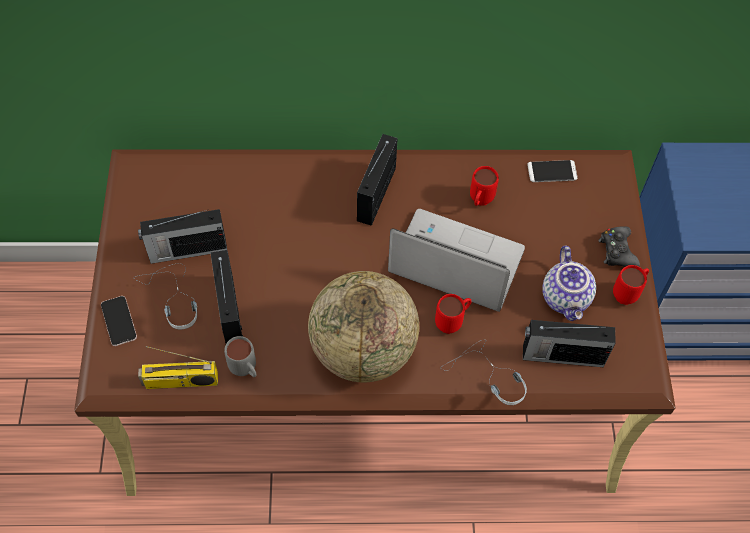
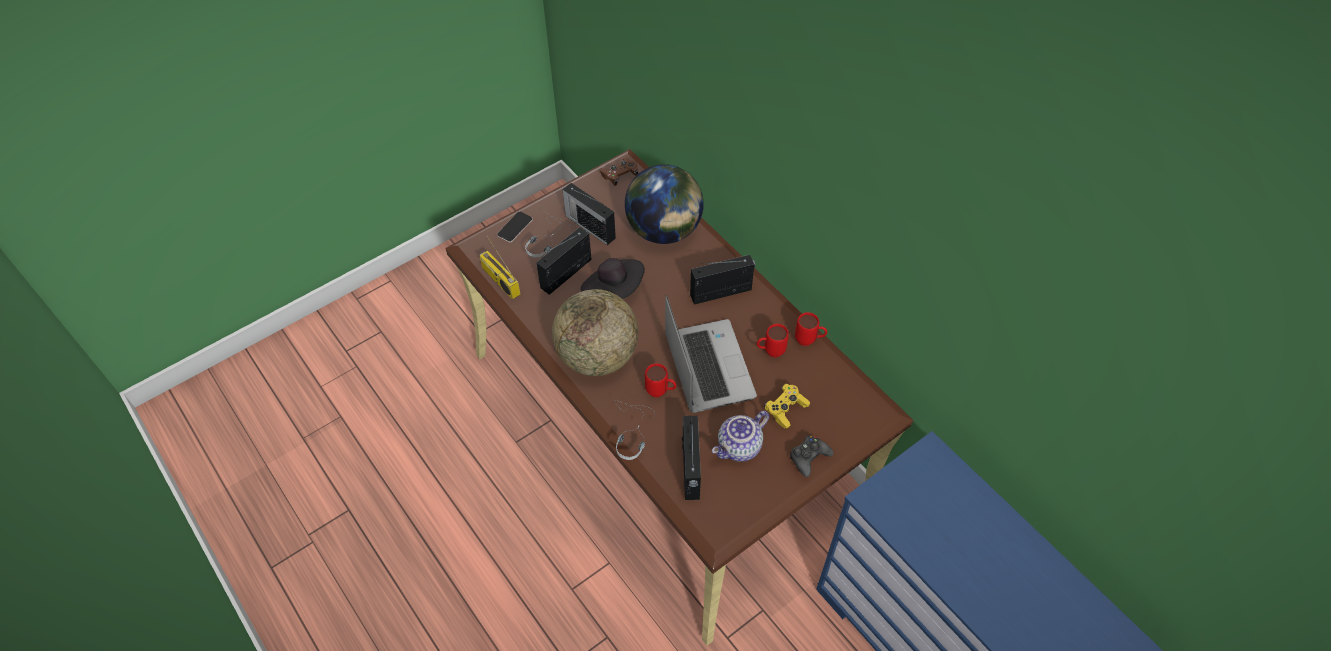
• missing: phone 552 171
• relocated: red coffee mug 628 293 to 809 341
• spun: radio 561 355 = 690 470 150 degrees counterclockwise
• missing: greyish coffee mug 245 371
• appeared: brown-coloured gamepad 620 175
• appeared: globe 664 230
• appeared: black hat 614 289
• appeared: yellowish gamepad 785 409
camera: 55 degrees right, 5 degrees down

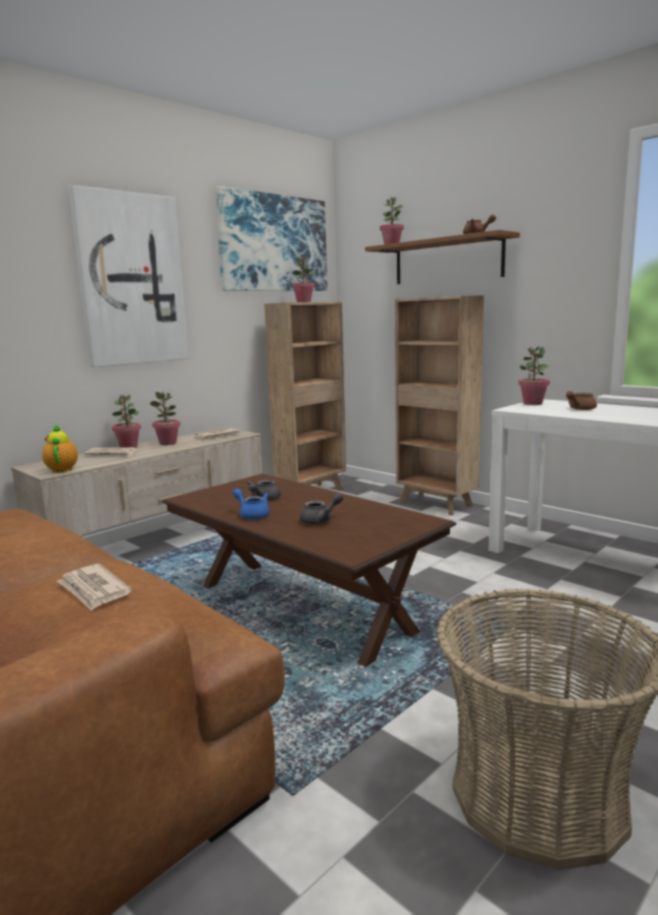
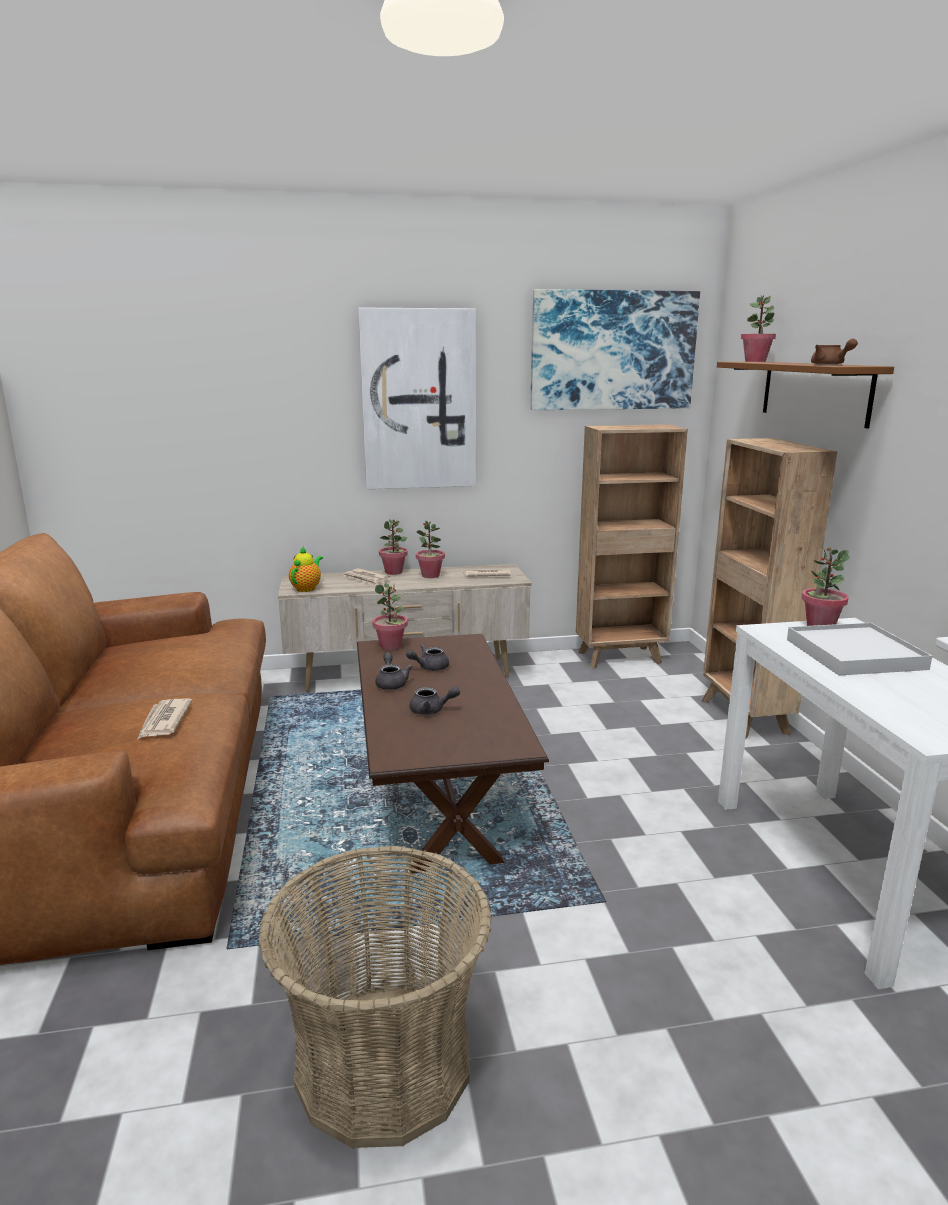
• relocated: houseplant 304 302 to 391 646
• exchanged: brown-coloured tea pot 579 409 to white-coloured serving tray 854 654
• colour: blue tea pot 252 514 to greyish tea pot 391 683
camera: 35 degrees right, 5 degrees up

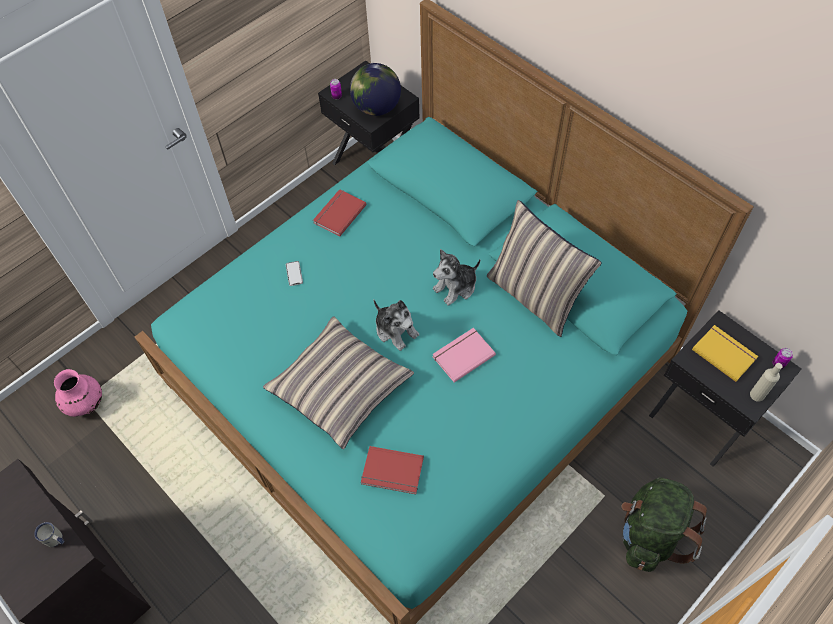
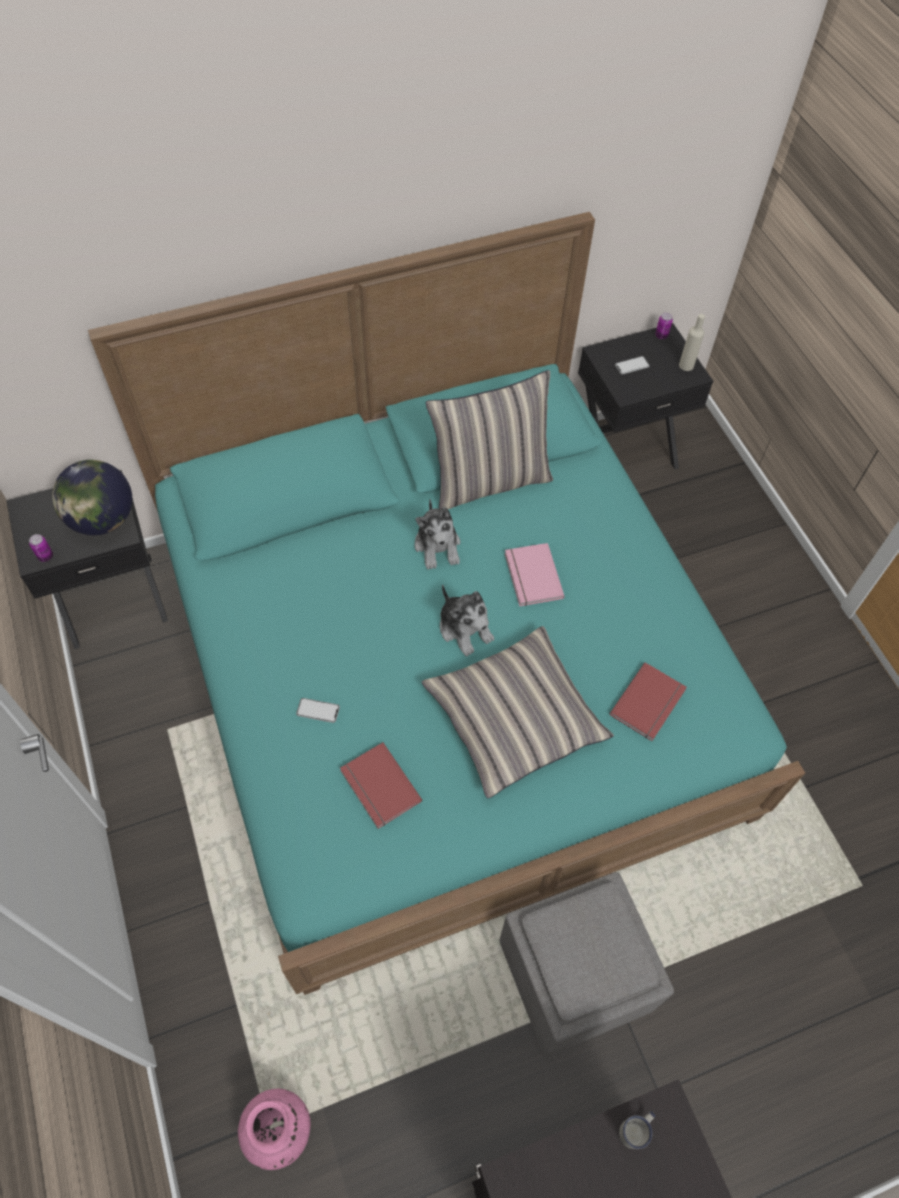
• relocated: red volume 338 213 to 378 787
• spun: plush toy 396 330 = 465 628 75 degrees clockwise
• exchanged: yellowish volume 724 353 to phone 632 366
• missing: greenish rucksack 650 534
• appeared: greyish ottoman 574 973
camera: 70 degrees left, 0 degrees up

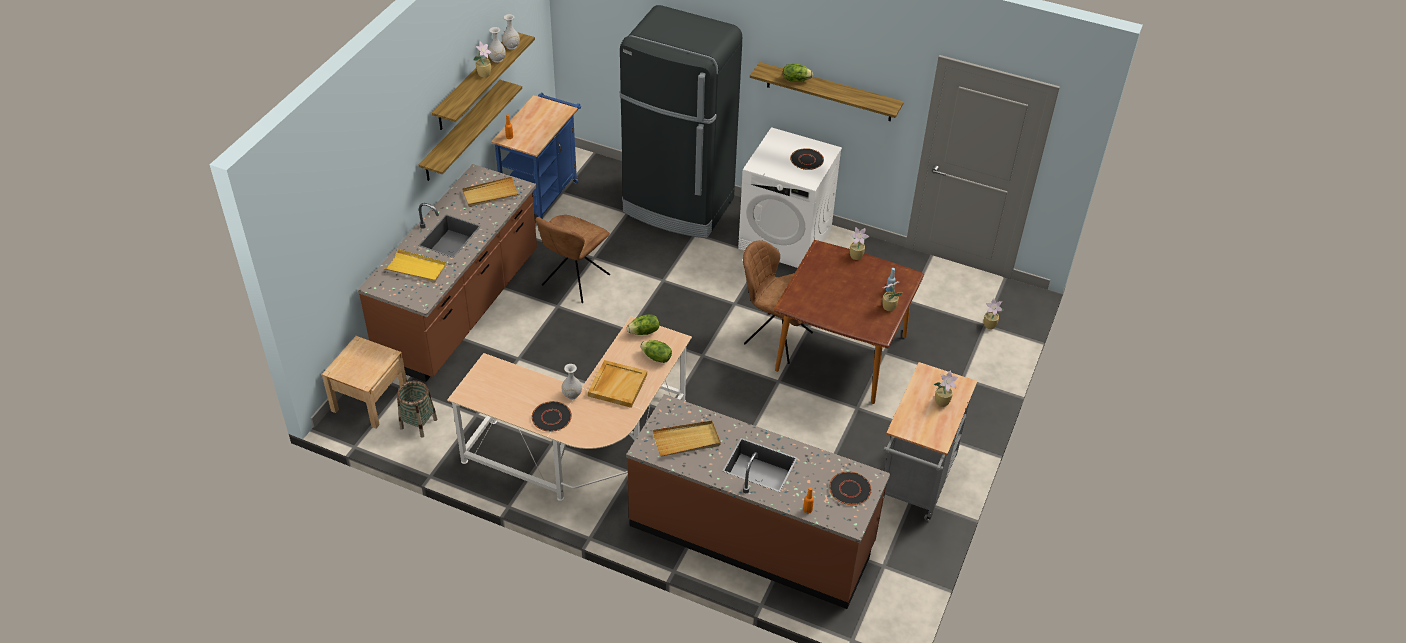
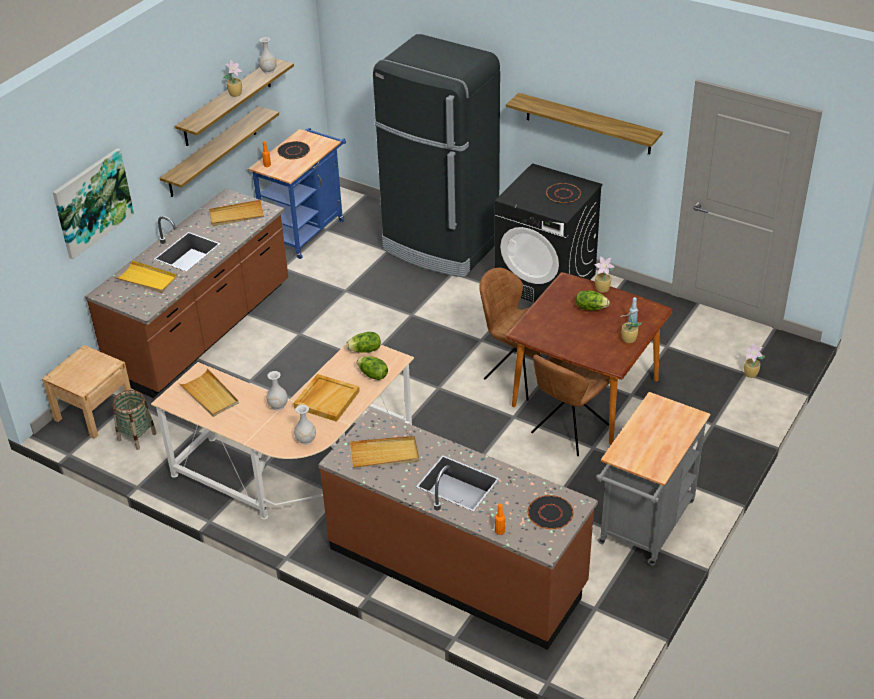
• relocated: white-coloured flower vase 497 59 to 305 440
• relocated: lettuce 795 80 to 590 307
• colour: white-coloured laundry machine 785 239 to black laundry machine 546 281
• relocated: brown-coloured plain chair 574 281 to 568 430
• missing: houseplant 942 402
• relocated: black flat dish 551 417 to 293 151
• appeared: picture 92 202
• appeared: sand-coloured serving tray 209 395
camera: 10 degrees right, 5 degrees down

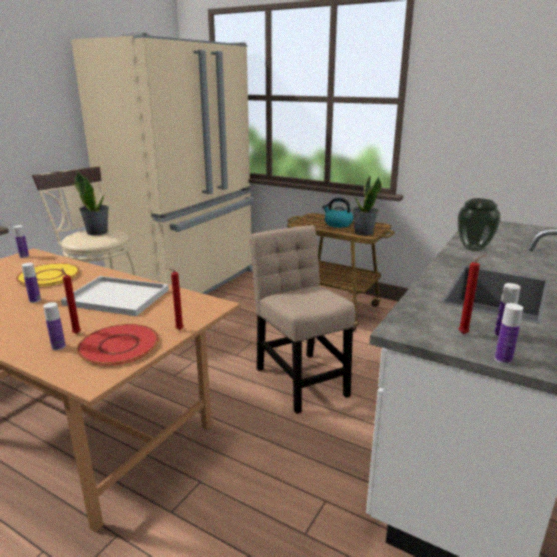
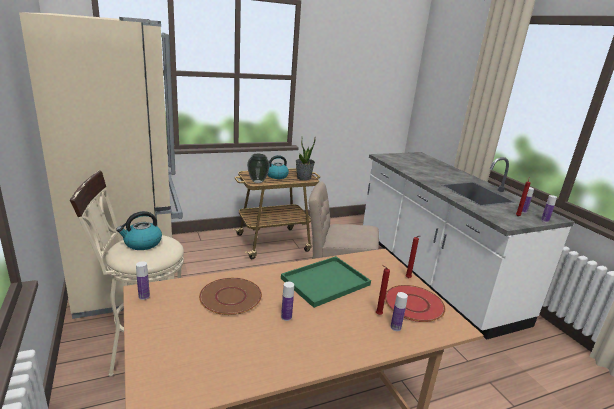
• exchanged: houseplant 97 232 to water kettle 142 243
• relocated: flower vase 472 248 to 257 182
• colour: yellowish flat dish 49 276 to brown-coloured flat dish 230 297
• colour: white-coloured serving tray 115 297 to greenish serving tray 324 282
camera: 55 degrees left, 0 degrees up

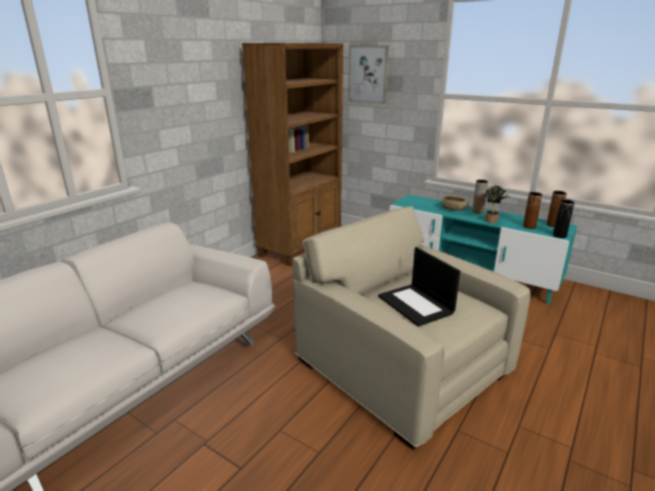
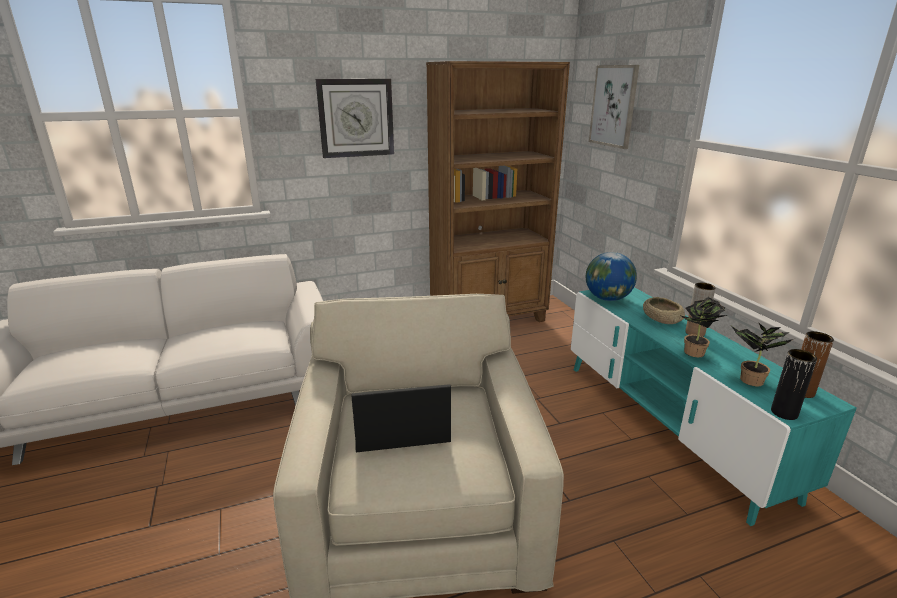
• exchanged: brown-coloured flower vase 529 226 to houseplant 748 381
• spun: notebook computer 416 305 = 400 429 75 degrees clockwise
• appeared: clock on the wall 356 118
• appeared: globe 607 299
camera: 35 degrees right, 0 degrees up

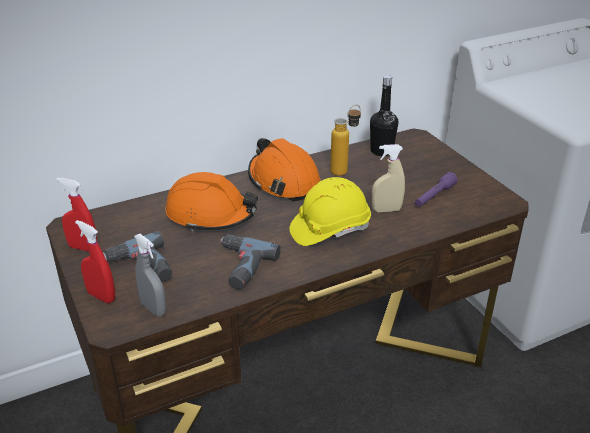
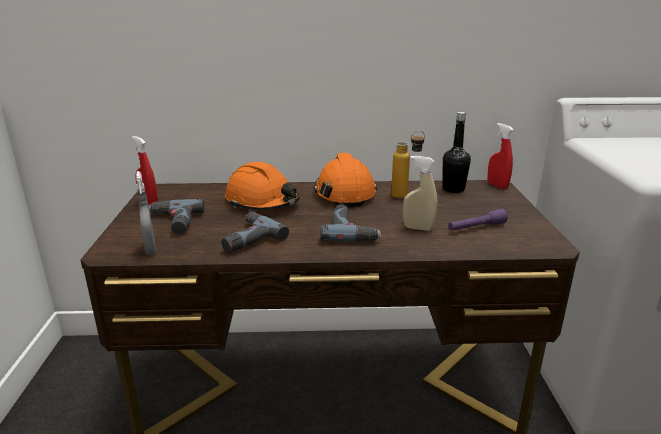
• exchanged: yellowish safety helmet 329 229 to power drill 351 230
• relocated: red hand sprayer 101 296 to 497 186
camera: 25 degrees right, 10 degrees down

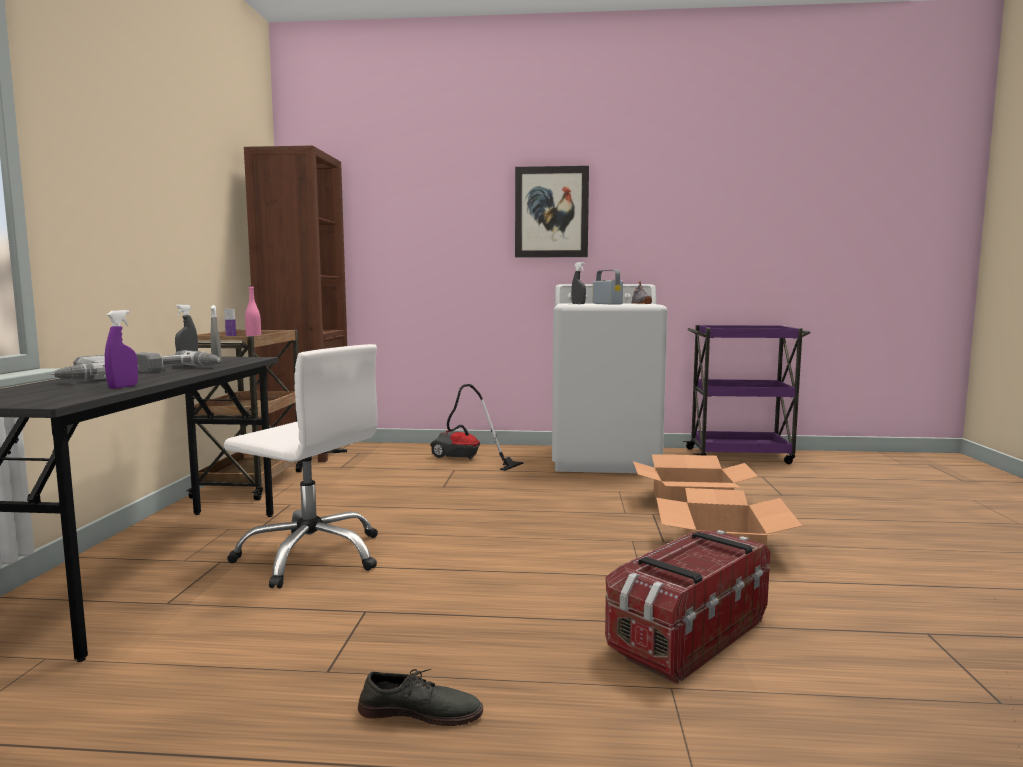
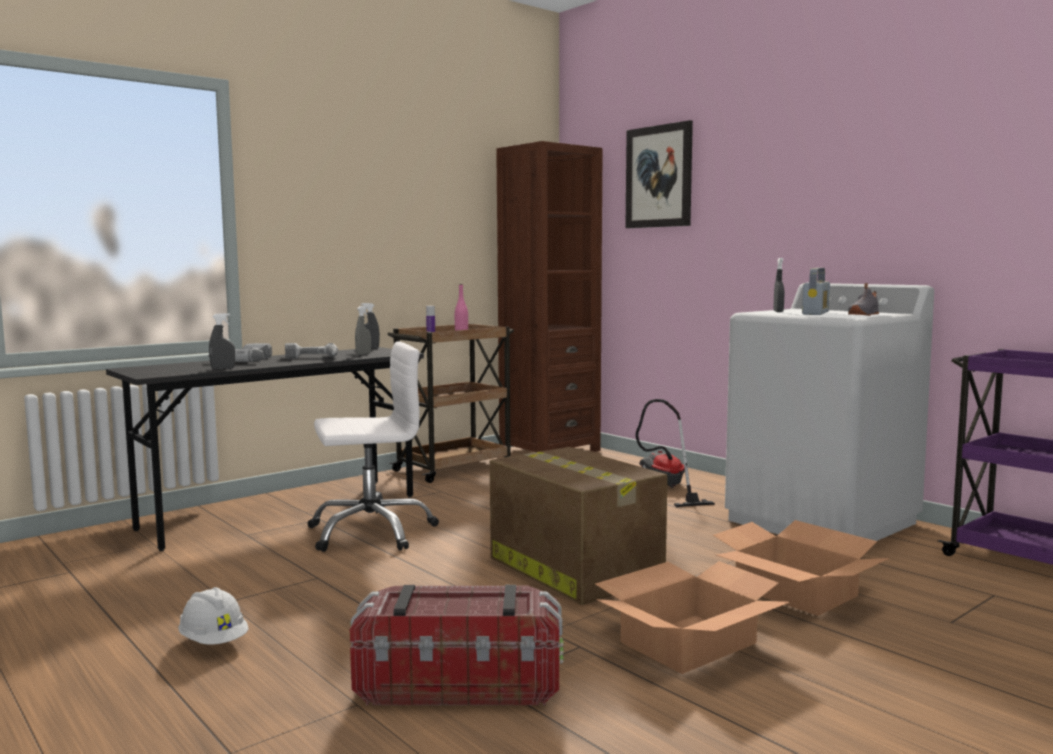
• relocated: picture 551 212 to 659 176
• colour: purplish hand sprayer 123 387 to greyish hand sprayer 223 369
• spun: white-coloured office chair 311 555 = 371 532 90 degrees counterclockwise
• exchanged: greyish shoe 420 711 to white-coloured safety helmet 214 642
• appeared: carton 573 568
camera: 45 degrees right, 0 degrees up

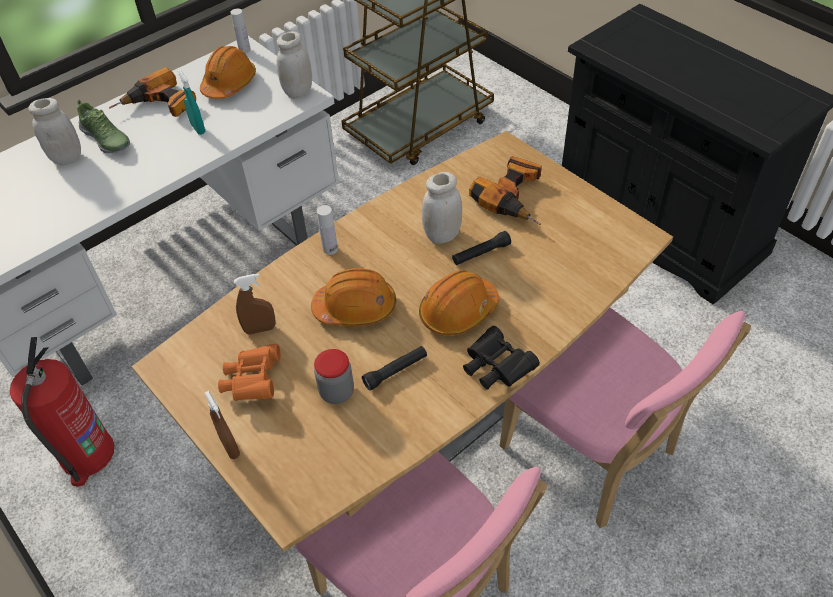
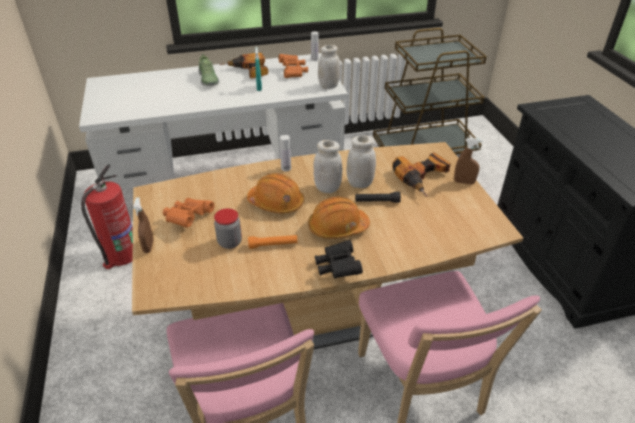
• exchanged: orangey safety helmet 229 84 to orangey pair of binoculars 293 72
• relocated: white-coloured preserve jar 67 158 to 327 188
• relocated: brown-coloured hand sprayer 260 329 to 464 182
• colour: black flashlight 395 371 to orangey flashlight 273 245
camera: 25 degrees right, 10 degrees down

